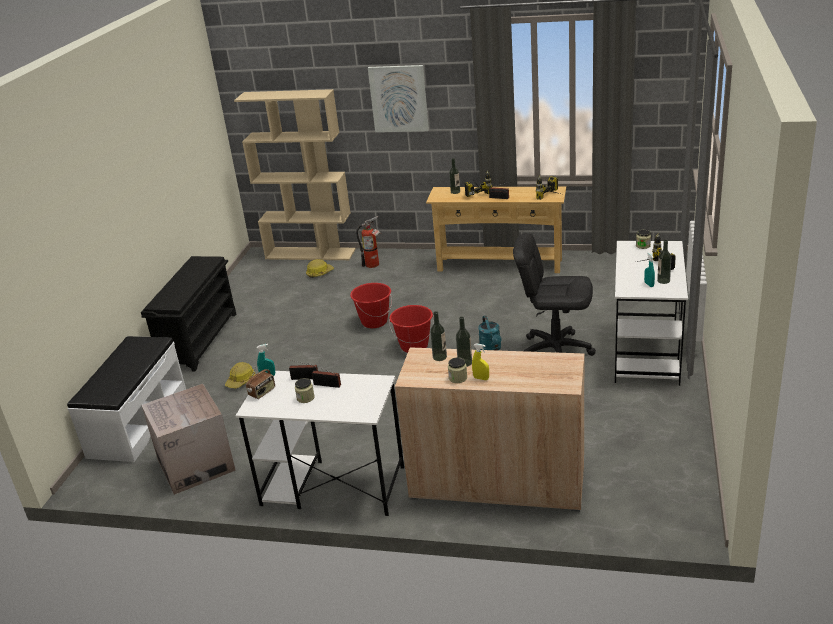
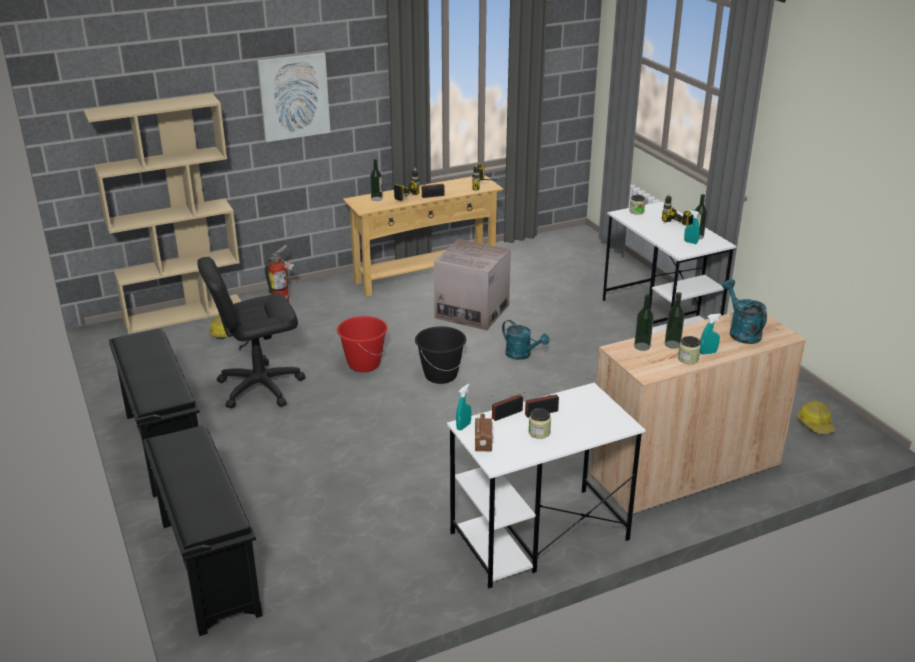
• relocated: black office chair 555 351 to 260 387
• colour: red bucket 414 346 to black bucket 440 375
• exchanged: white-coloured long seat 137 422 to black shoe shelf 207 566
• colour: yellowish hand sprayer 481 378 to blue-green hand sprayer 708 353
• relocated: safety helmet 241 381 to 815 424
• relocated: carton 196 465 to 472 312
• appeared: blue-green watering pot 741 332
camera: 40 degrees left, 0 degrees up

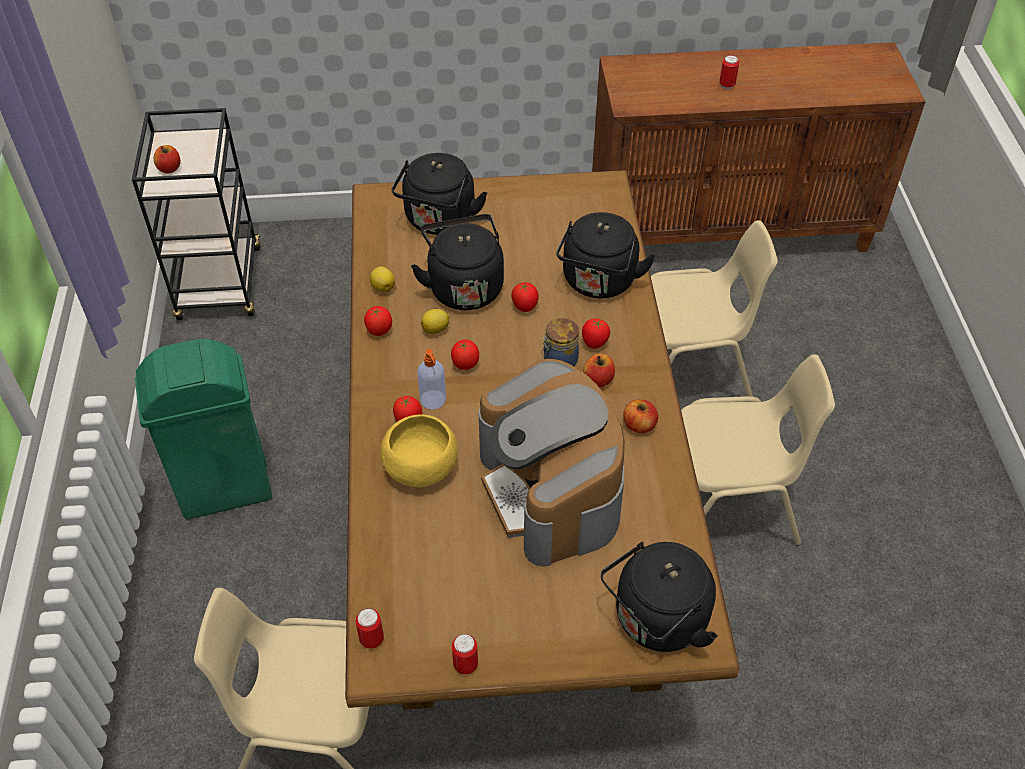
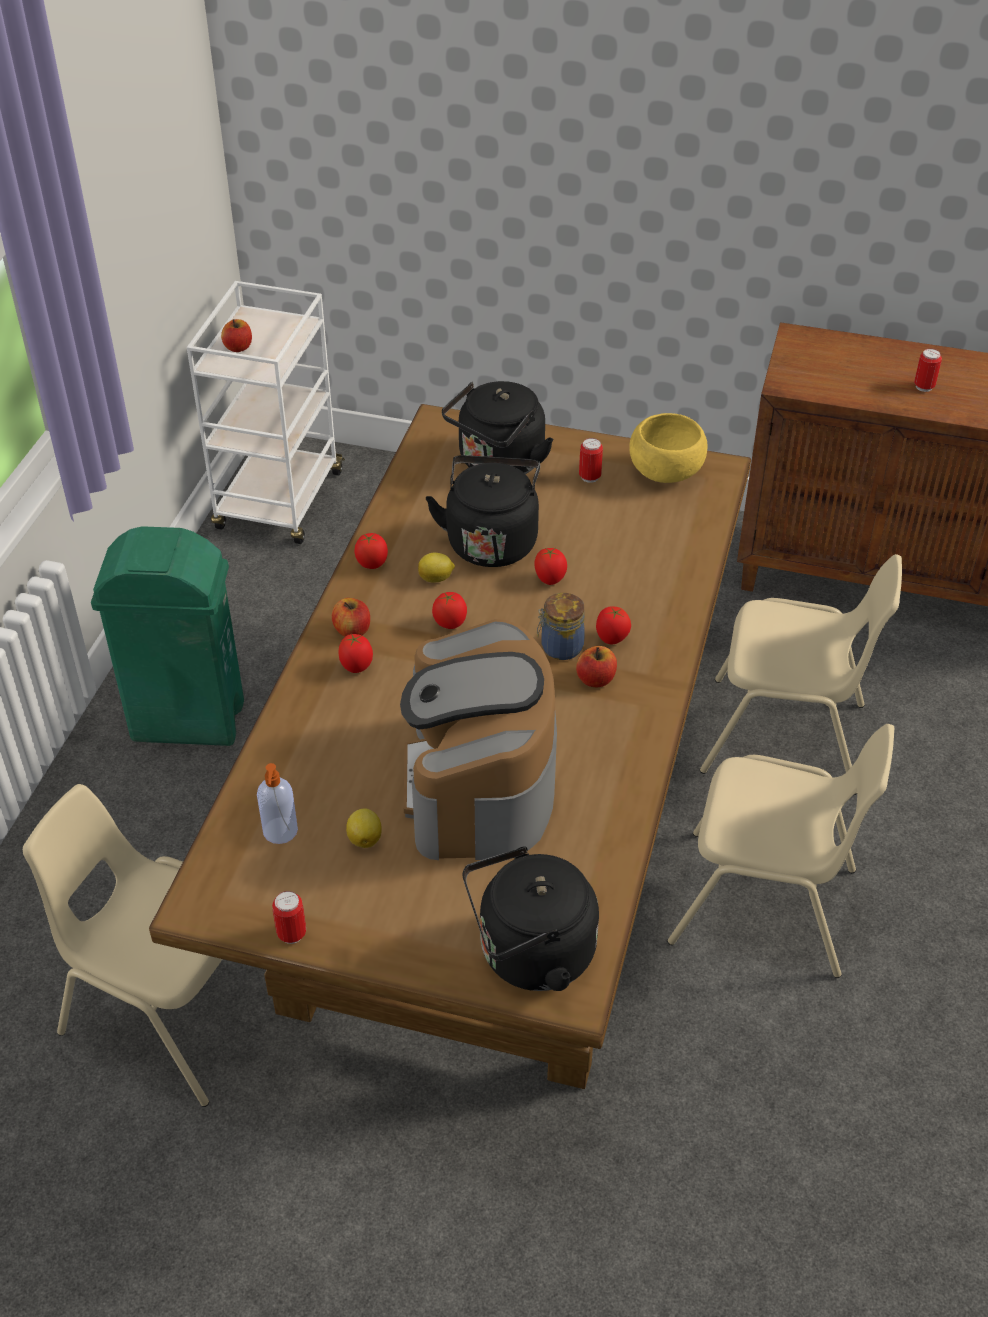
• colour: black trolley 220 285 to white-coloured trolley 279 503
• missing: black water kettle 598 283
• relocated: lemon 383 287 to 365 838
• relocated: soap bottle 433 400 to 280 832
• relocated: apple 639 425 to 352 630
• relocated: yellowish deep dish 421 470 to 665 473
• relocated: can 372 639 to 589 477
camera: 20 degrees right, 5 degrees down

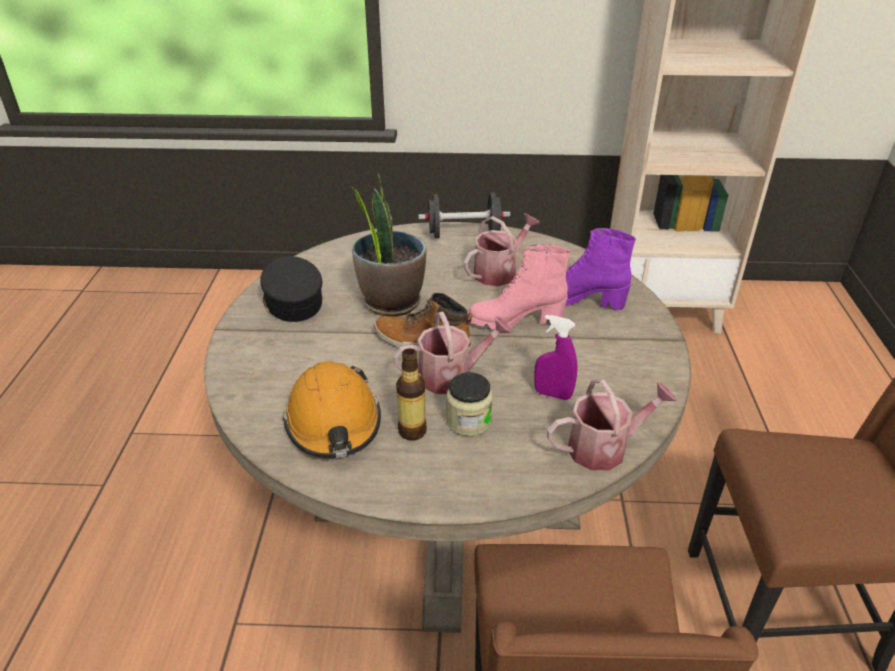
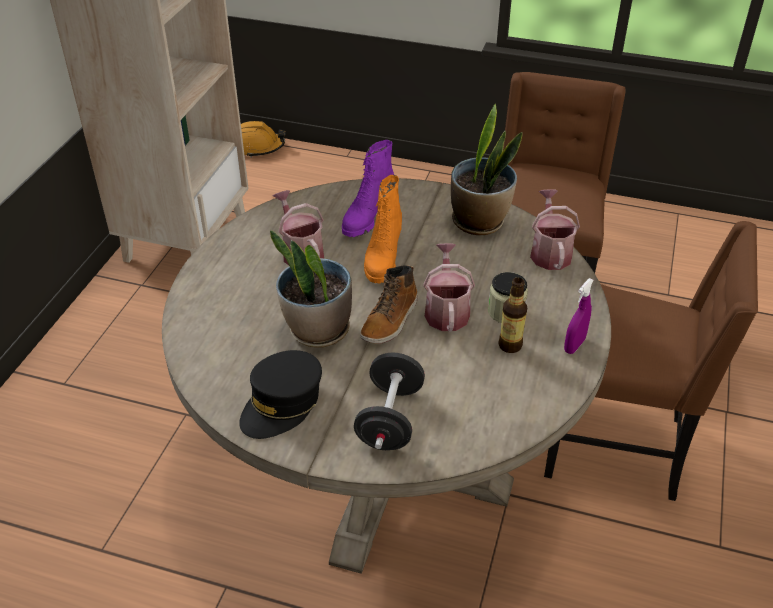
• relocated: black free weight 464 234 to 390 419
• colour: pink boot 515 321 to orangey boot 383 259
• spun: black cap 292 301 = 282 404 45 degrees counterclockwise
• relocated: purplish hand sprayer 553 394 to 574 345
• relocated: orangey safety helmet 334 423 to 257 147
• appeared: houseplant 479 222
camera: 75 degrees left, 5 degrees up

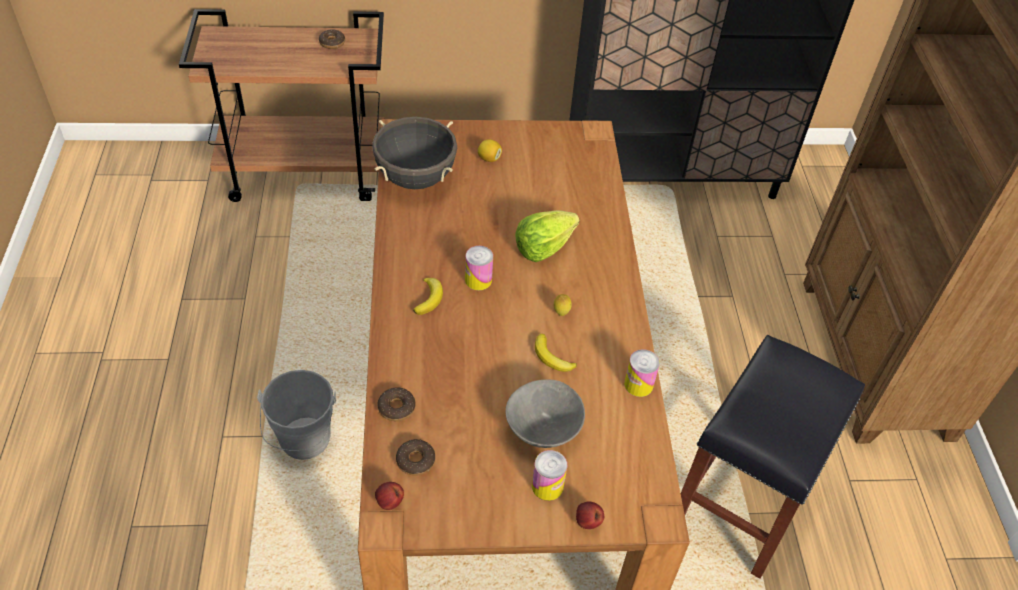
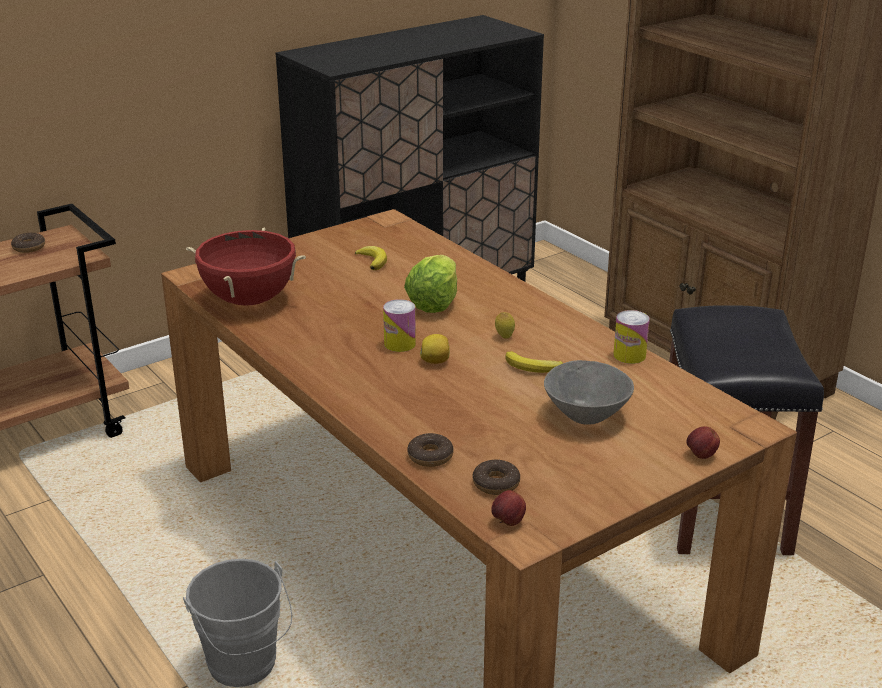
• colour: black saucepot 415 178 to red saucepot 249 300
• relocated: lemon 489 158 to 435 361
• relocated: banana 429 298 to 373 260
• missing: can 547 486
camera: 30 degrees left, 20 degrees down

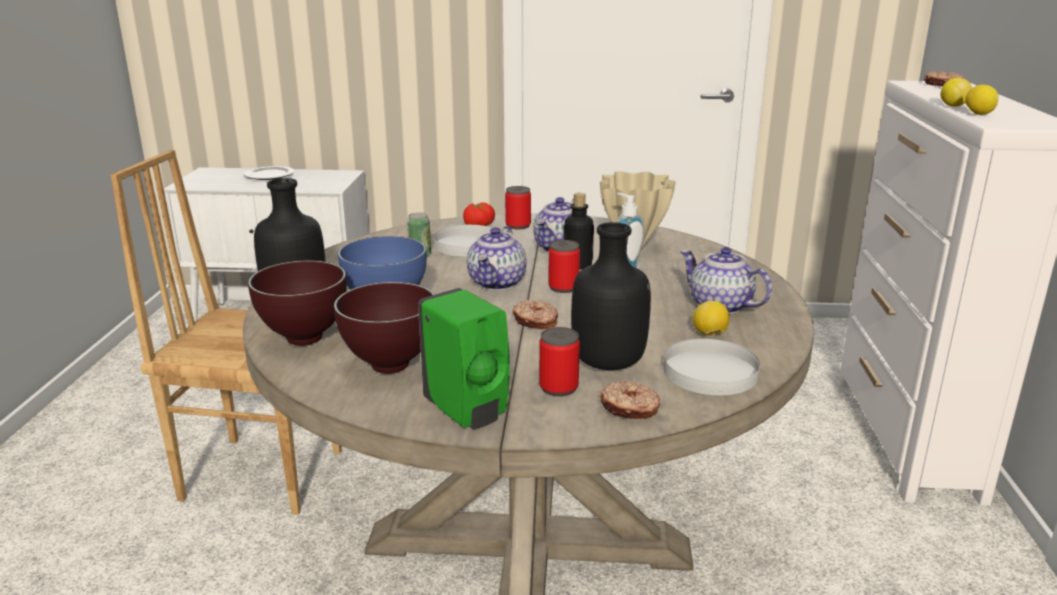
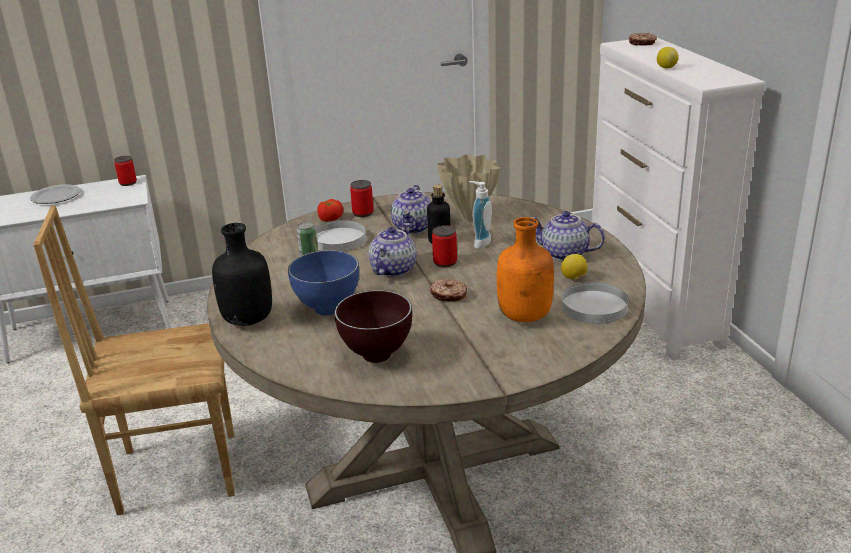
• missing: lemon 978 114
• colour: black beverage bottle 610 363 to orangey beverage bottle 526 316
• spun: tea pot 497 283 = 393 269 150 degrees counterclockwise
• missing: brown-coloured deep dish 302 340
• missing: greenish soap bottle 467 412
• relocated: can 558 387 to 128 183
• missing: doughnut 629 409
camera: 20 degrees left, 5 degrees up

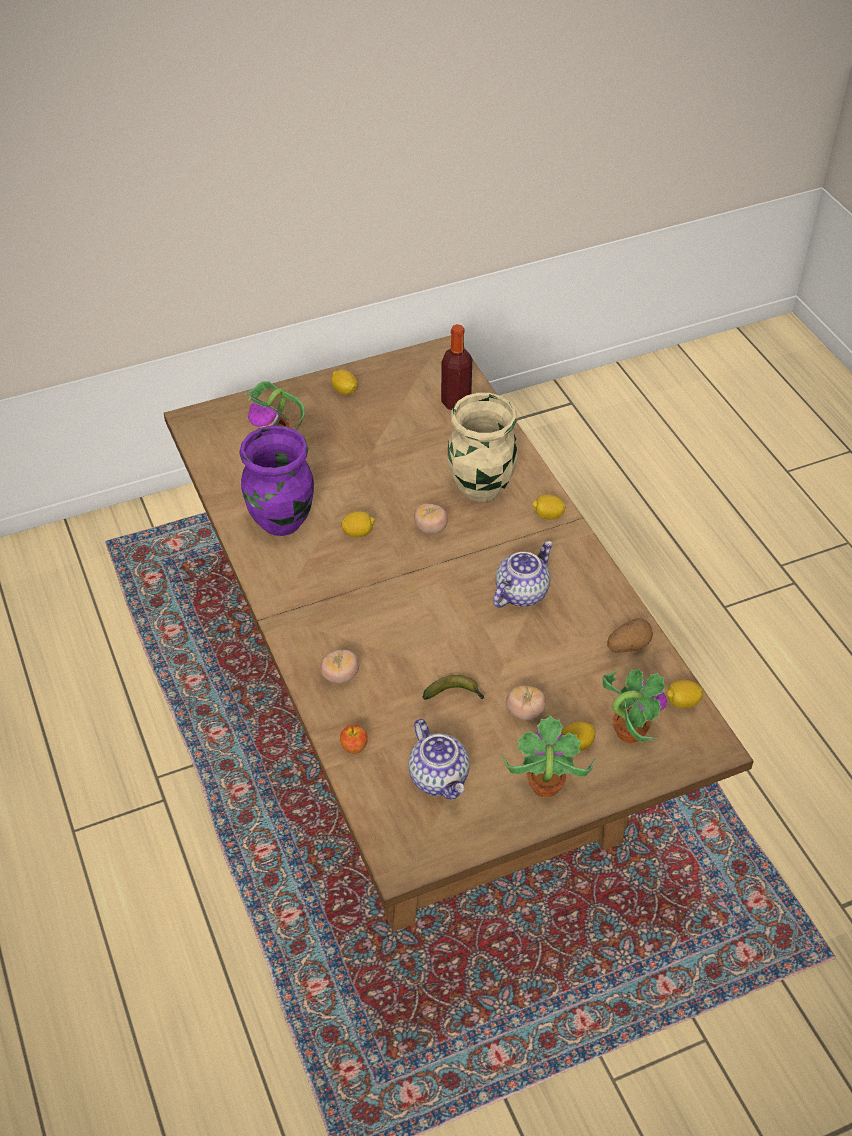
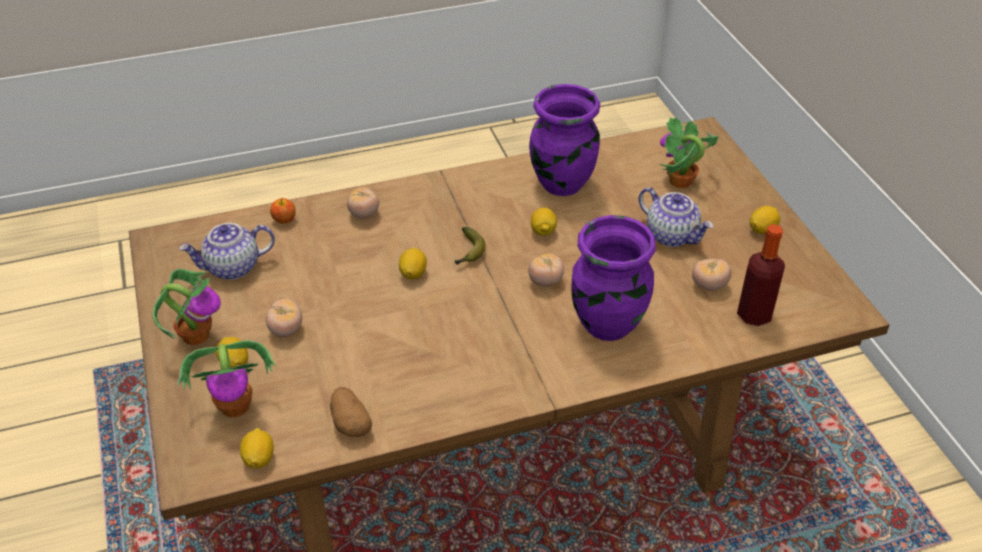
• colour: sand-coloured flower vase 481 488 to purplish flower vase 606 324
• relocated: lemon 548 515 to 413 273
• relocated: tea pot 521 592 to 672 235
• relocated: banana 455 694 to 468 252
• appeared: fresh tomato 709 285
camera: 95 degrees right, 5 degrees down

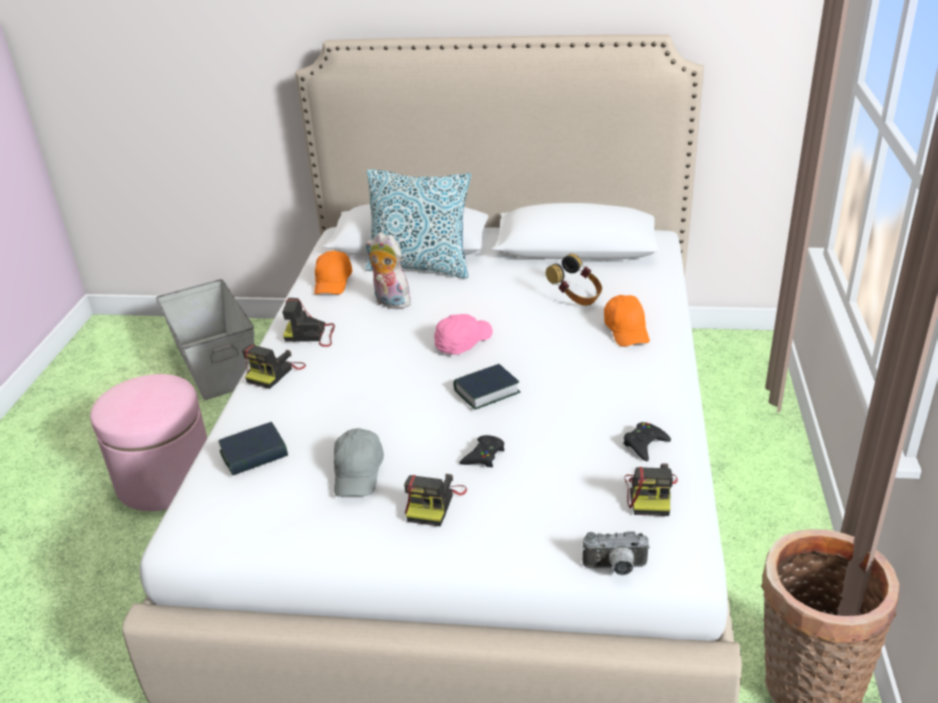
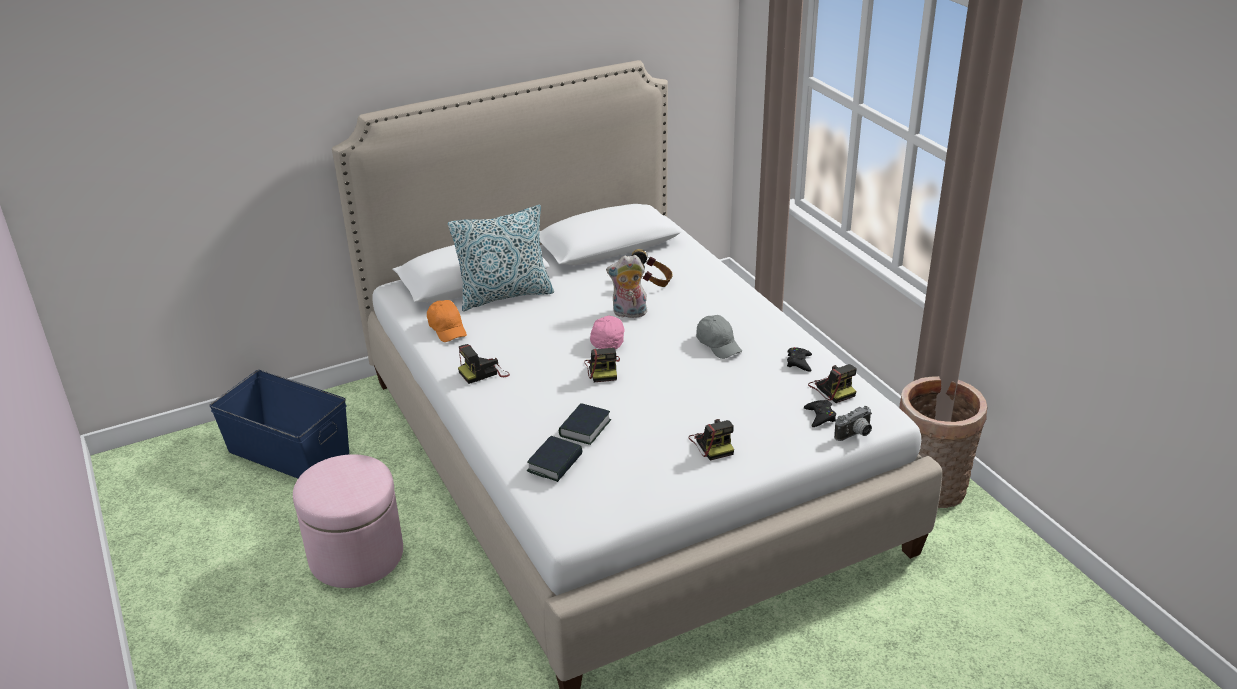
• relocated: plush toy 390 303 to 628 314
• colour: greyish storage box 215 365 to blue storage box 288 453
• missing: orangey cap 626 330
• relocated: still camera 275 373 to 603 369
• relocated: volume 486 391 to 585 428
• relocated: greyish cap 358 473 to 718 344
• relocated: black gamepad 483 455 to 820 416
camera: 35 degrees left, 0 degrees up

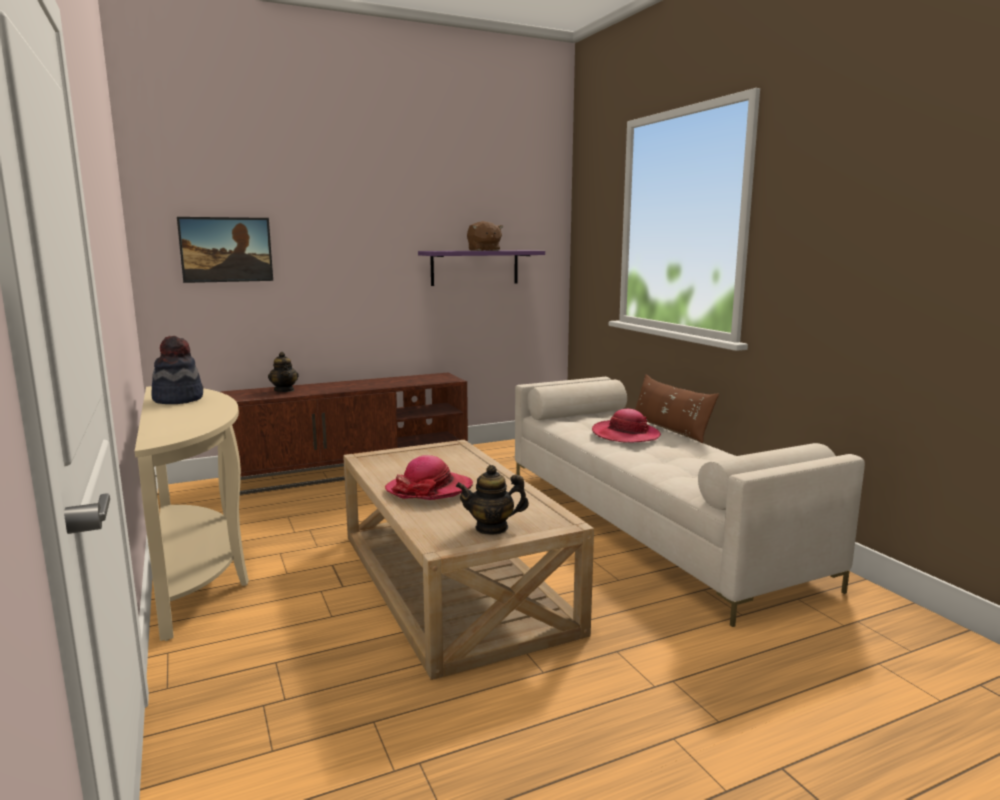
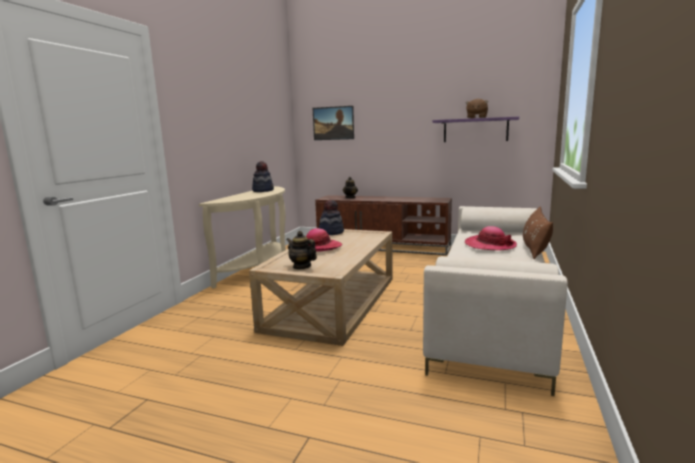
• appeared: hat 331 232
camera: 45 degrees right, 0 degrees up

